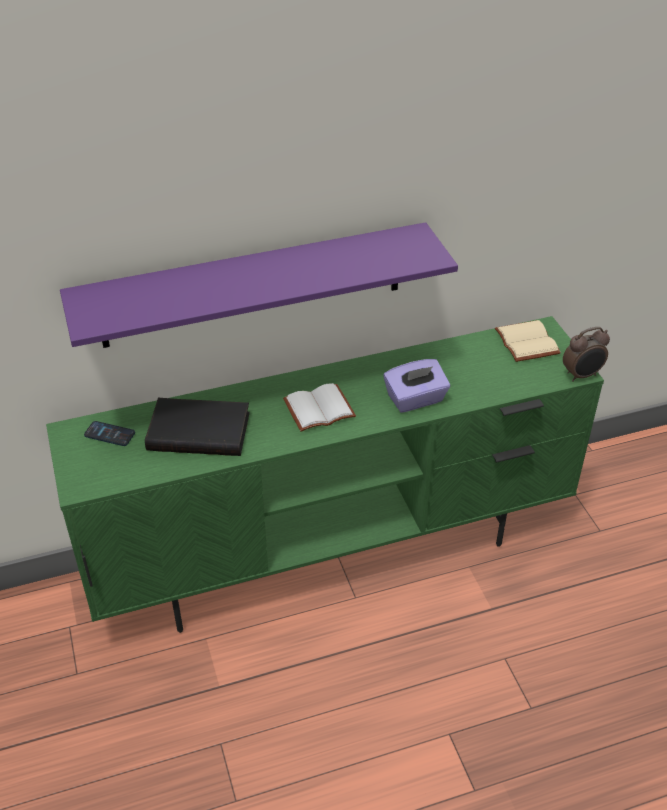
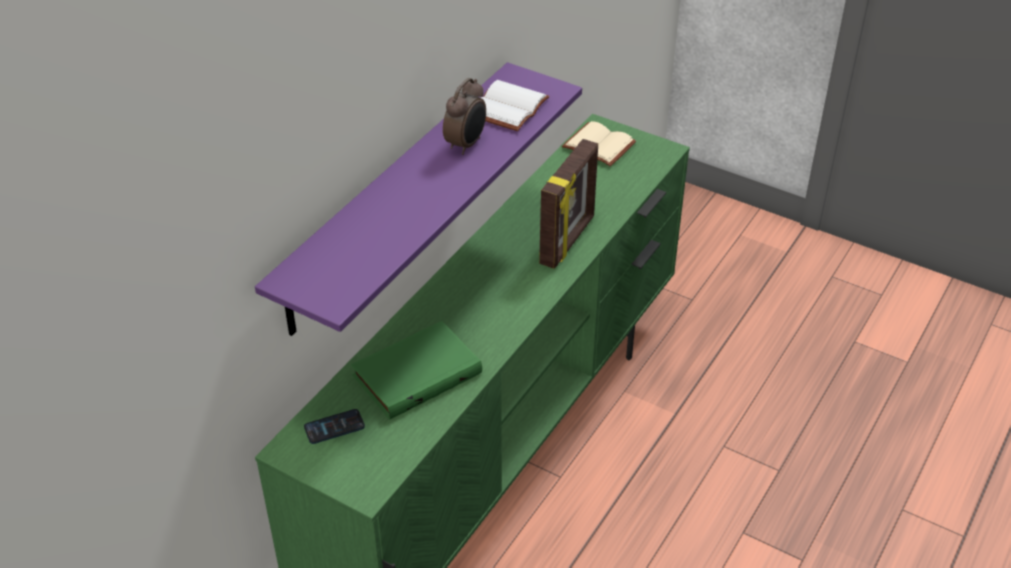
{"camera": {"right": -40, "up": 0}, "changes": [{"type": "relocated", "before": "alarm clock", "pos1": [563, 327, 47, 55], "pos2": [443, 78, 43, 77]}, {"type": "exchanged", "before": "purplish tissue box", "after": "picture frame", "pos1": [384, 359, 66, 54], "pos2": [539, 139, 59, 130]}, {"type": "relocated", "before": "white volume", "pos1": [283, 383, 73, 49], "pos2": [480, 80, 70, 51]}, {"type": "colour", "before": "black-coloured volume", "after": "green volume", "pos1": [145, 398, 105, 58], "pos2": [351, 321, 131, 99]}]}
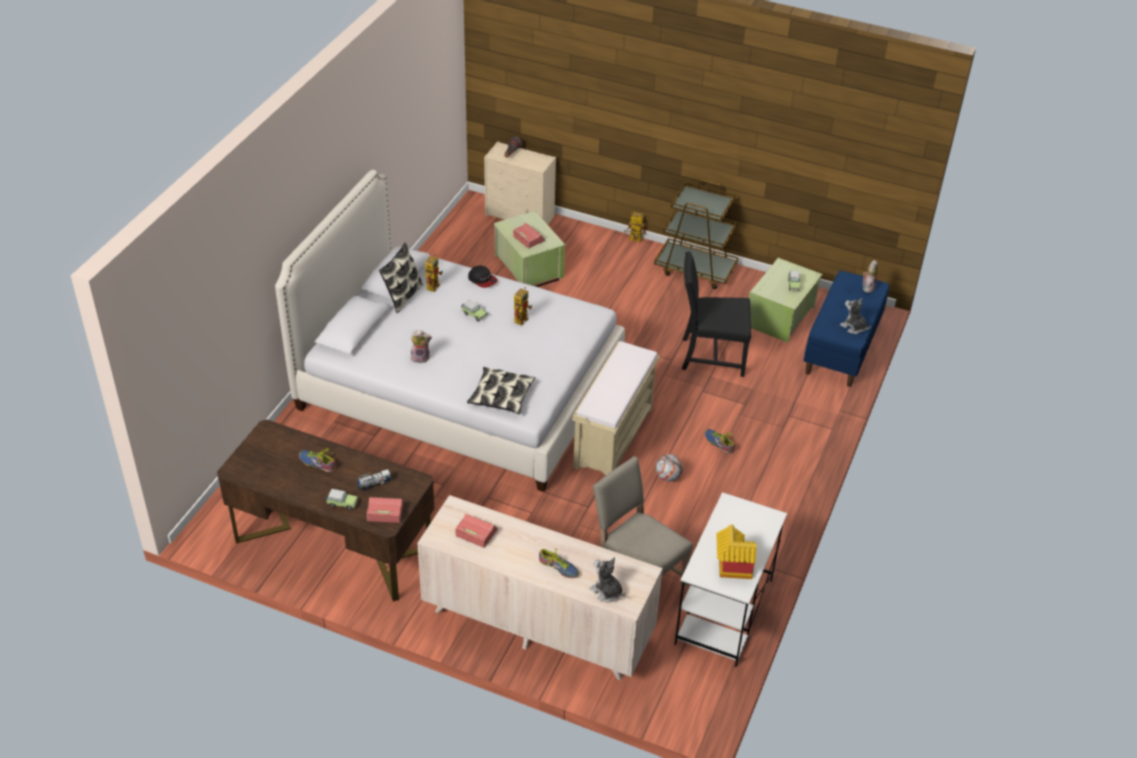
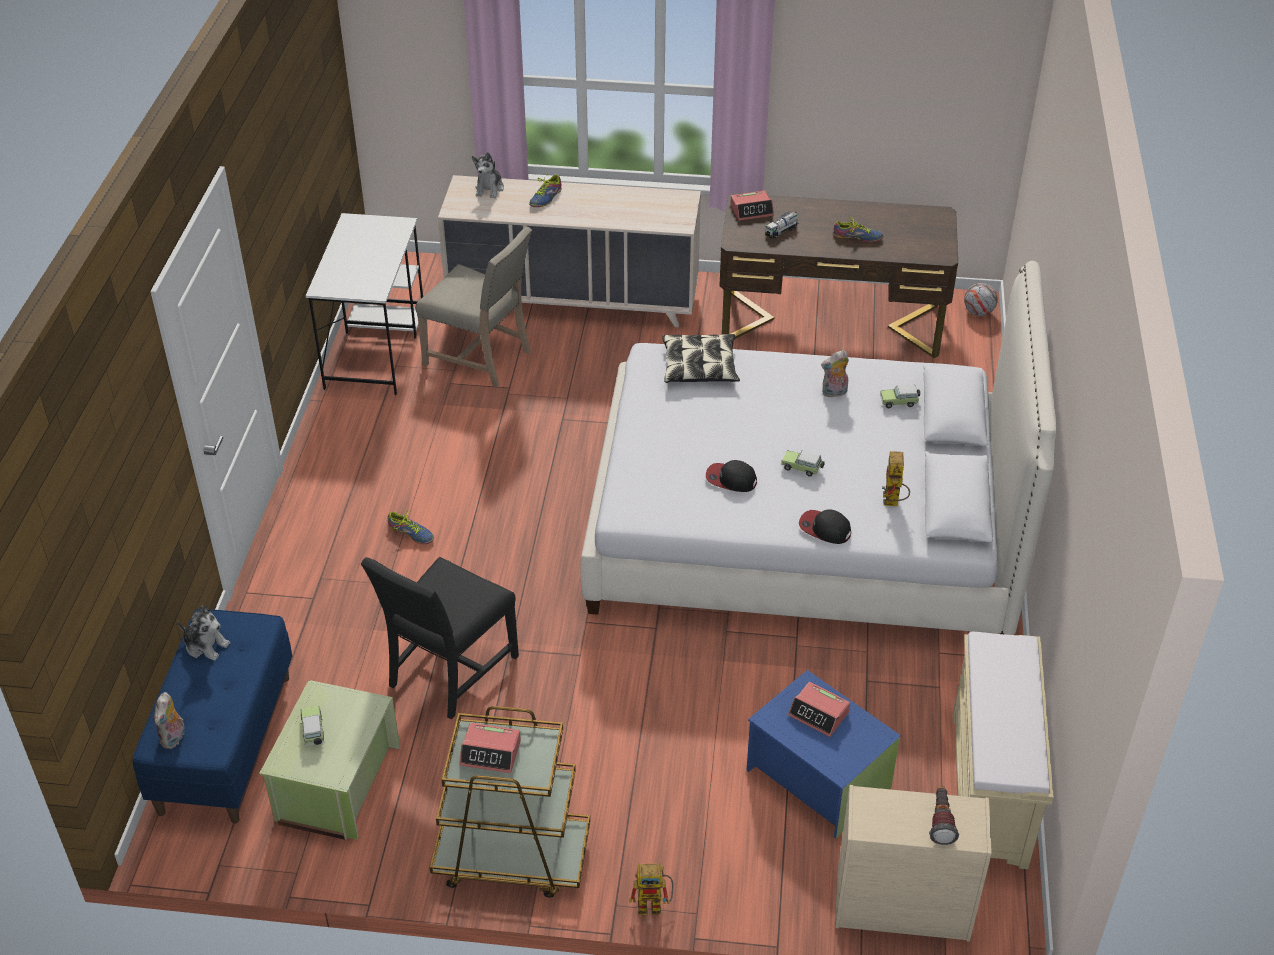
{"camera": {"right": 165, "up": 0}, "changes": [{"type": "colour", "before": "green storage bin", "after": "blue-coloured storage bin", "pos1": [494, 211, 72, 76], "pos2": [746, 670, 154, 168]}, {"type": "missing", "before": "cushion", "pos1": [379, 243, 44, 70]}, {"type": "spun", "before": "black-coloured upright chair", "pos1": [682, 251, 69, 126], "pos2": [361, 557, 158, 162], "turn": 135}, {"type": "exchanged", "before": "model robot", "after": "peaked cap", "pos1": [514, 287, 18, 39], "pos2": [706, 460, 51, 32]}, {"type": "relocated", "before": "beige bench", "pos1": [572, 341, 88, 134], "pos2": [953, 632, 100, 237]}, {"type": "relocated", "before": "ball for football", "pos1": [656, 454, 27, 28], "pos2": [964, 283, 34, 33]}, {"type": "relocated", "before": "model car", "pos1": [325, 489, 33, 21], "pos2": [880, 384, 40, 24]}, {"type": "relocated", "before": "alarm clock", "pos1": [455, 514, 43, 34], "pos2": [460, 723, 61, 50]}, {"type": "missing", "before": "miniature house", "pos1": [716, 525, 41, 54]}, {"type": "spun", "before": "shoe", "pos1": [539, 548, 40, 30], "pos2": [529, 173, 33, 34], "turn": -75}, {"type": "spun", "before": "plush toy", "pos1": [589, 557, 36, 46], "pos2": [472, 152, 32, 46], "turn": 75}]}
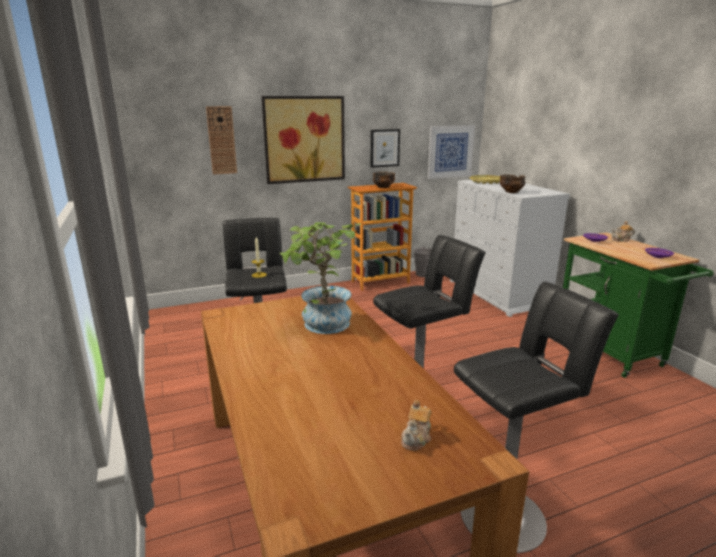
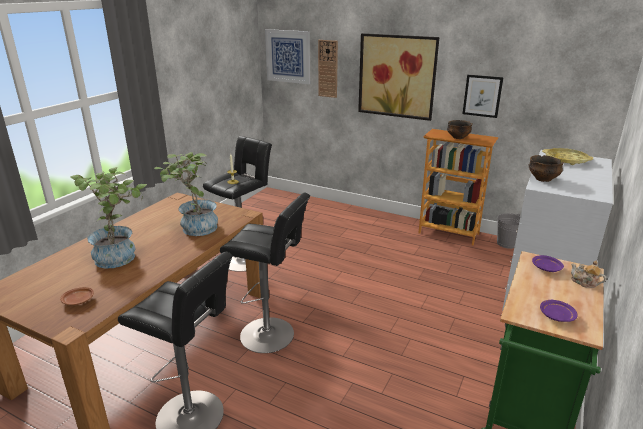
{"camera": {"right": 50, "up": 5}, "changes": [{"type": "relocated", "before": "picture", "pos1": [428, 125, 47, 54], "pos2": [265, 29, 45, 55]}, {"type": "exchanged", "before": "pot for tea", "after": "brown flat dish", "pos1": [401, 400, 31, 51], "pos2": [60, 287, 34, 18]}, {"type": "appeared", "after": "plant in a pot", "pos2": [70, 167, 77, 102]}]}
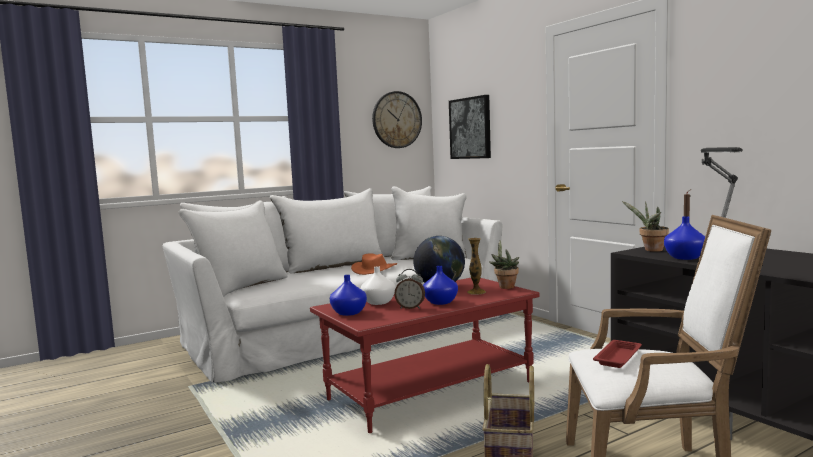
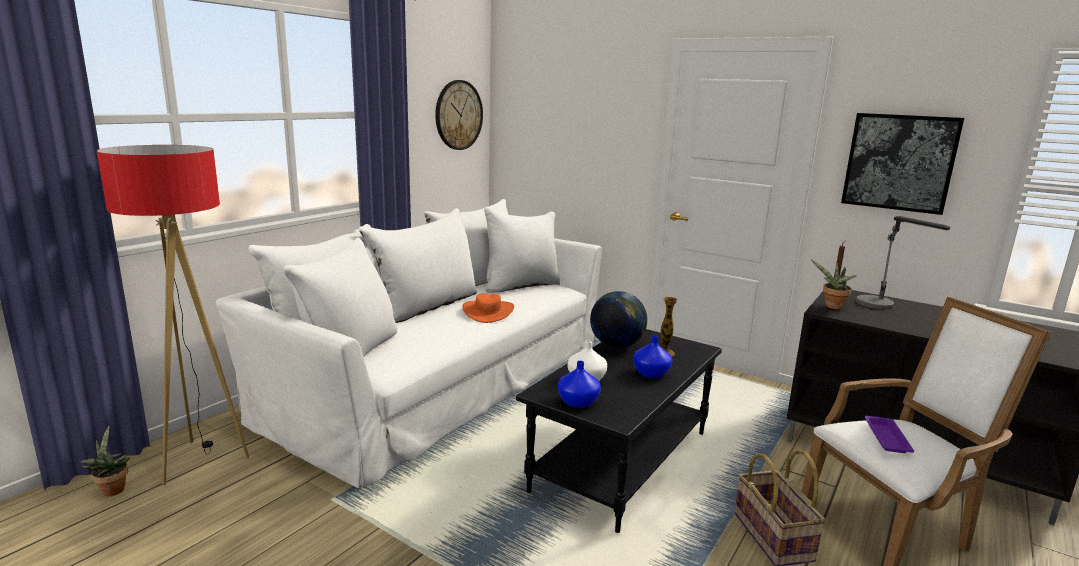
{"camera": {"right": -25, "up": 10}, "changes": [{"type": "relocated", "before": "picture", "pos1": [449, 95, 42, 64], "pos2": [841, 113, 123, 102]}, {"type": "missing", "before": "blue-coloured vase", "pos1": [664, 216, 41, 44]}, {"type": "relocated", "before": "plant in a pot", "pos1": [489, 240, 30, 49], "pos2": [80, 426, 50, 70]}, {"type": "missing", "before": "alarm clock", "pos1": [394, 269, 31, 40]}, {"type": "colour", "before": "red low table", "after": "black-coloured low table", "pos1": [310, 278, 230, 155], "pos2": [516, 329, 206, 204]}, {"type": "colour", "before": "red serving tray", "after": "purplish serving tray", "pos1": [593, 340, 49, 28], "pos2": [865, 416, 49, 37]}, {"type": "appeared", "after": "floor lamp", "pos2": [97, 145, 152, 340]}]}
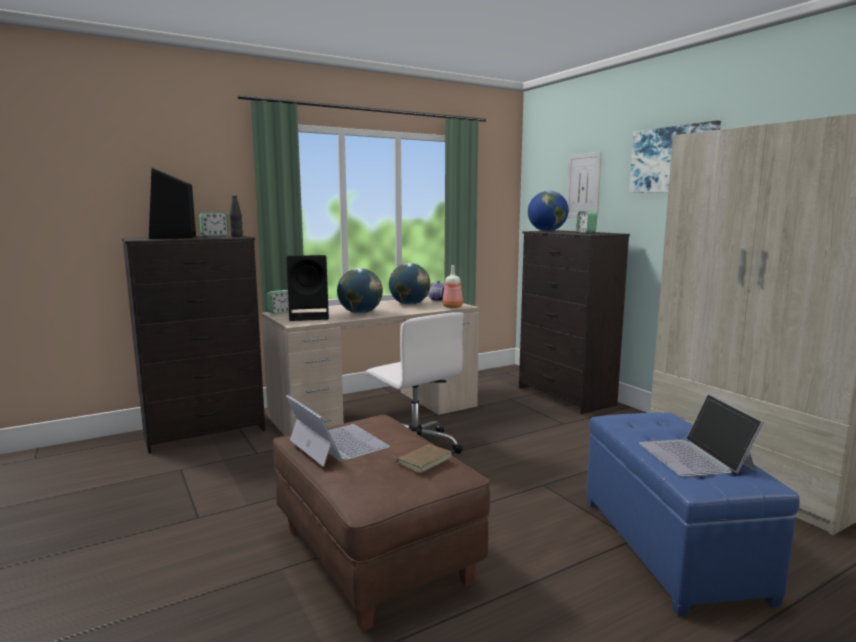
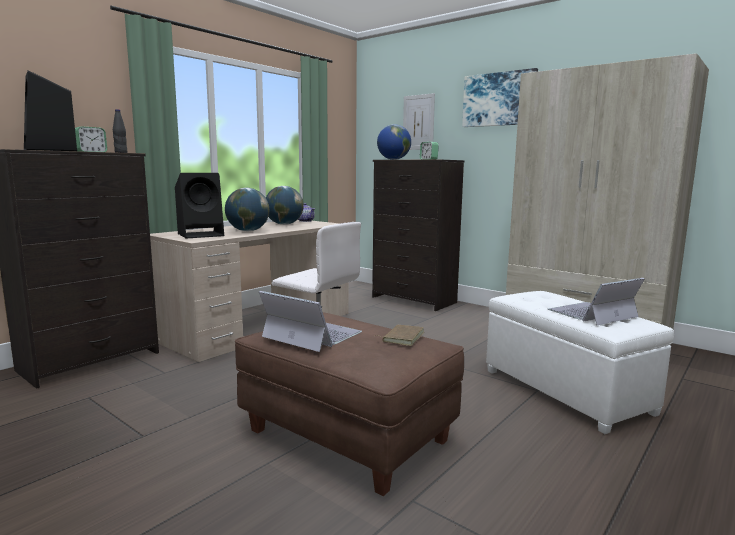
{"camera": {"right": -20, "up": 0}, "changes": [{"type": "missing", "before": "drink bottle", "pos1": [443, 265, 20, 43]}, {"type": "missing", "before": "alarm clock", "pos1": [267, 290, 26, 24]}, {"type": "spun", "before": "notebook computer", "pos1": [639, 394, 125, 83], "pos2": [548, 278, 97, 47], "turn": 90}, {"type": "colour", "before": "blue-coloured pouffe", "after": "white pouffe", "pos1": [586, 413, 214, 204], "pos2": [486, 291, 188, 143]}]}
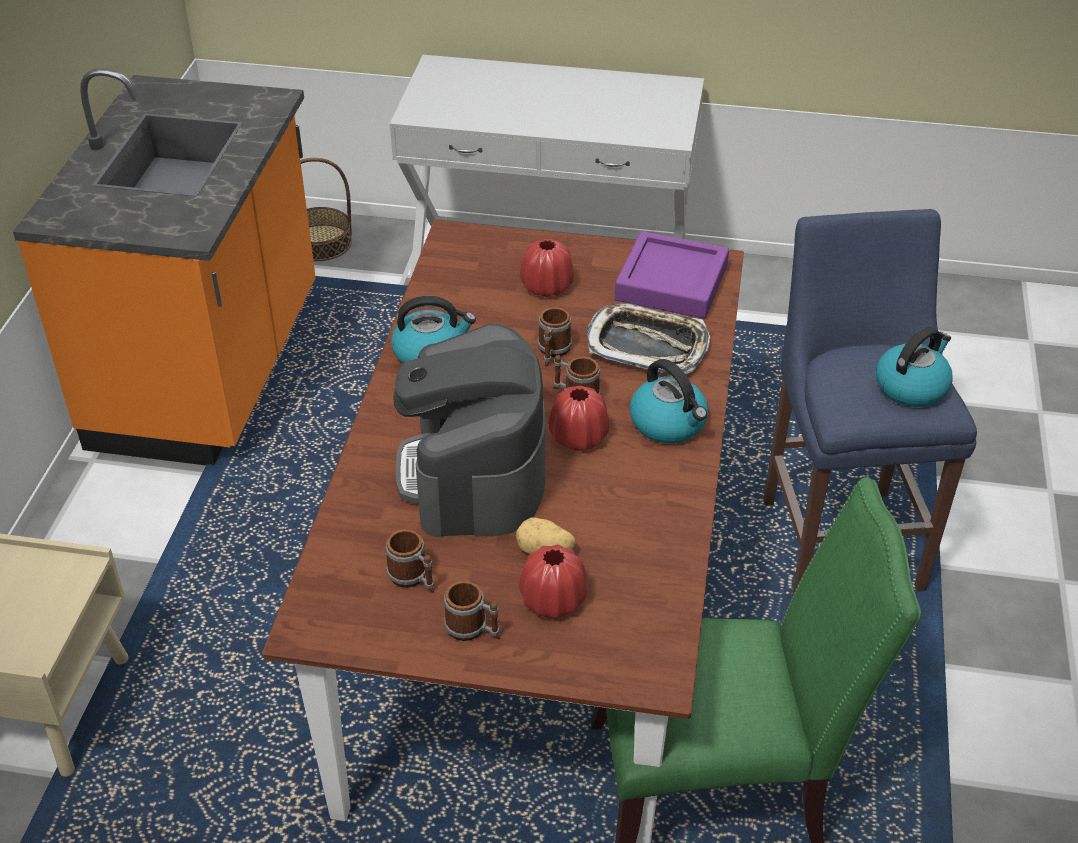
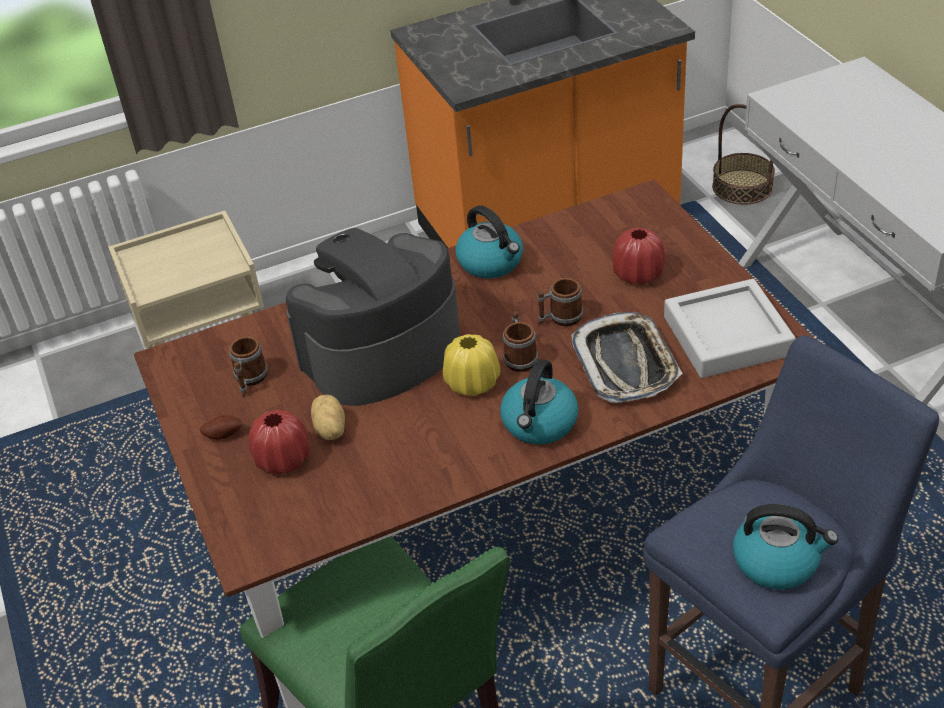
{"camera": {"right": 60, "up": 0}, "changes": [{"type": "colour", "before": "purplish serving tray", "after": "grey serving tray", "pos1": [615, 231, 114, 88], "pos2": [664, 279, 132, 99]}, {"type": "colour", "before": "red vase", "after": "yellowish vase", "pos1": [549, 386, 60, 65], "pos2": [443, 334, 57, 62]}, {"type": "exchanged", "before": "mug", "after": "spud", "pos1": [444, 581, 56, 60], "pos2": [200, 415, 42, 25]}]}
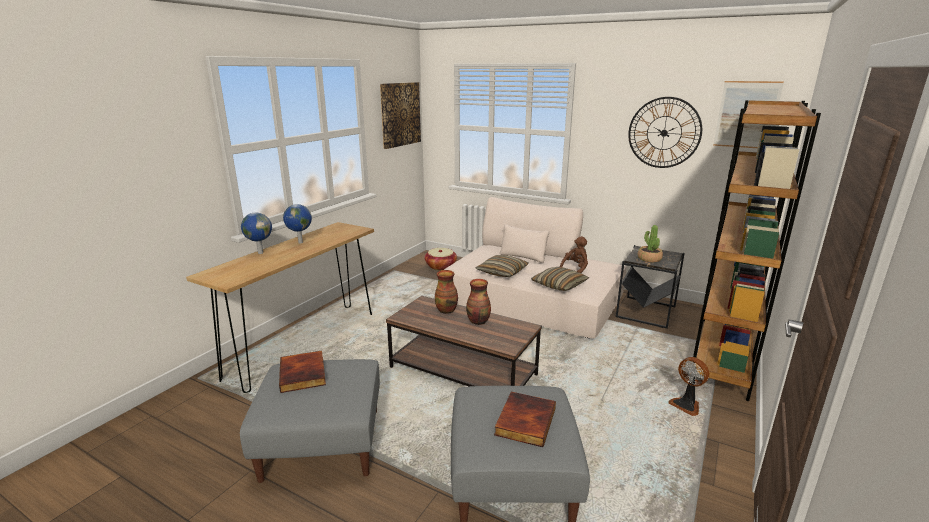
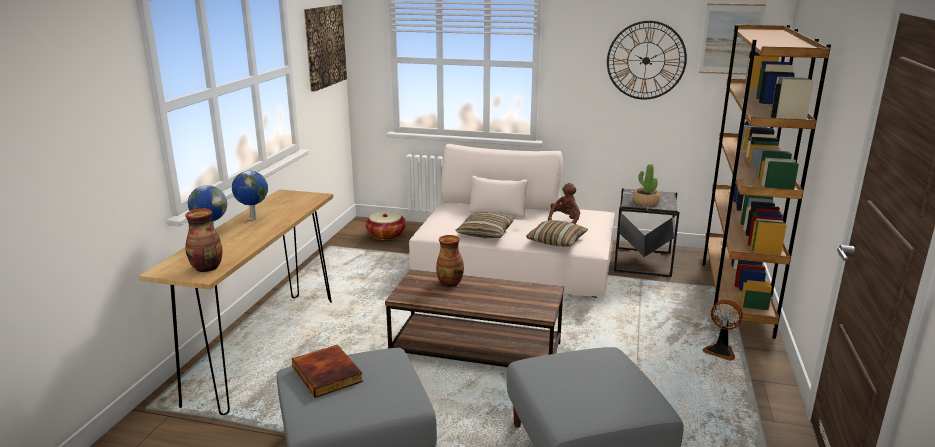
{"camera": {"right": -15, "up": 0}, "changes": [{"type": "relocated", "before": "vase", "pos1": [466, 279, 25, 46], "pos2": [185, 208, 37, 64]}, {"type": "missing", "before": "volume", "pos1": [494, 392, 62, 55]}]}
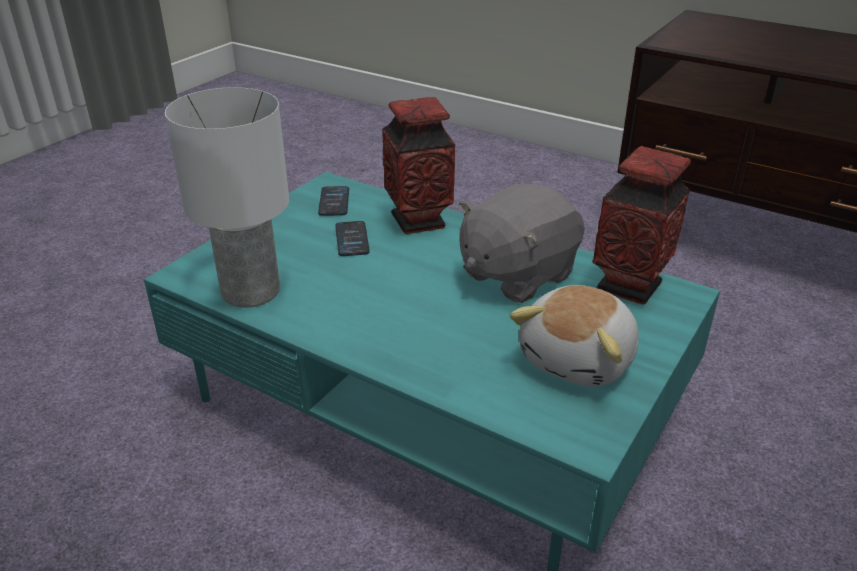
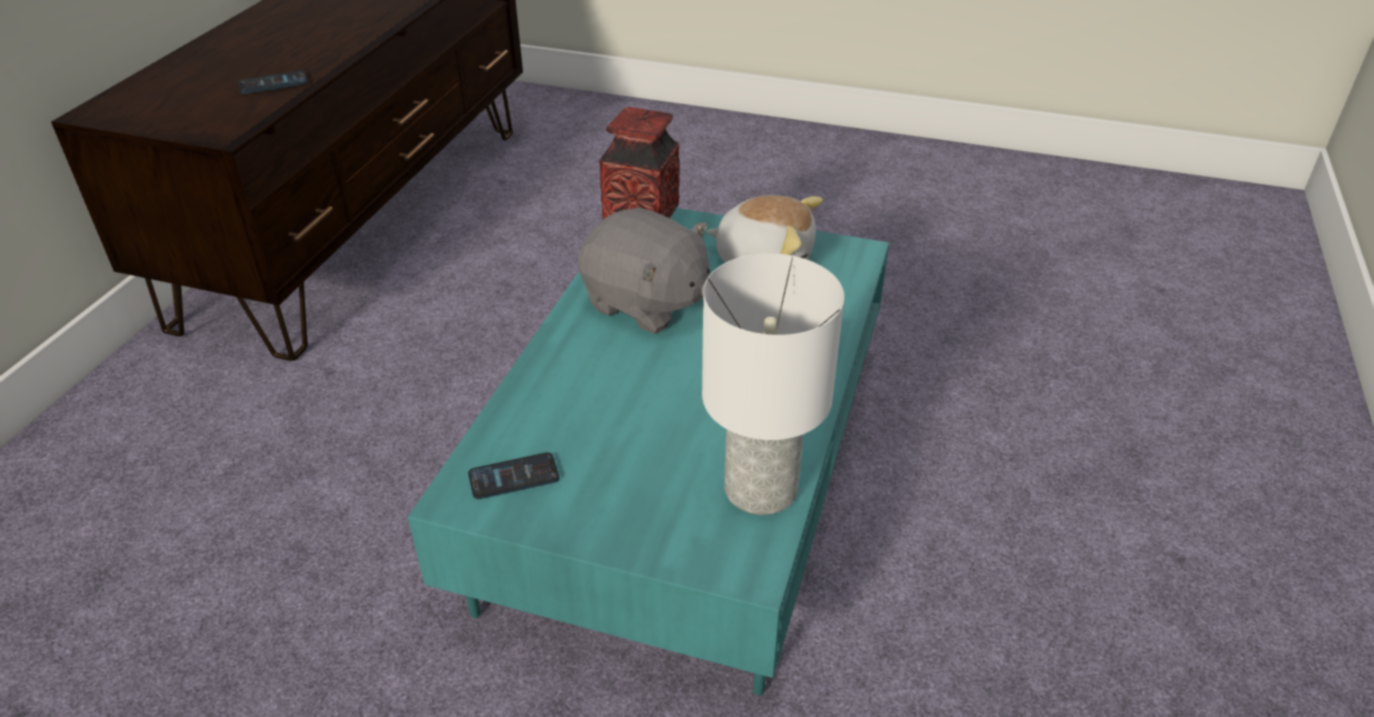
{"camera": {"right": -105, "up": 5}, "changes": [{"type": "missing", "before": "vase", "pos1": [382, 97, 73, 137]}, {"type": "relocated", "before": "telephone", "pos1": [335, 221, 35, 35], "pos2": [238, 70, 70, 24]}]}
